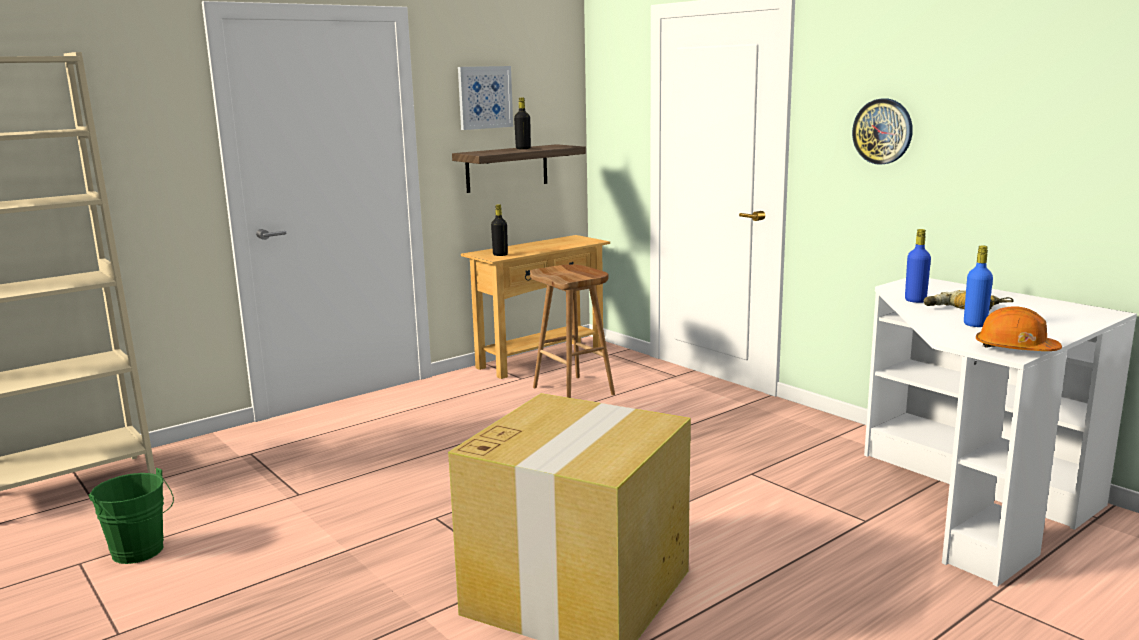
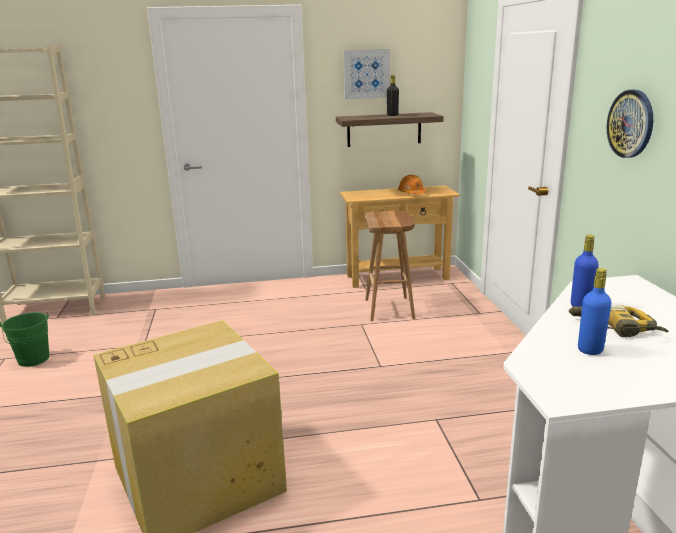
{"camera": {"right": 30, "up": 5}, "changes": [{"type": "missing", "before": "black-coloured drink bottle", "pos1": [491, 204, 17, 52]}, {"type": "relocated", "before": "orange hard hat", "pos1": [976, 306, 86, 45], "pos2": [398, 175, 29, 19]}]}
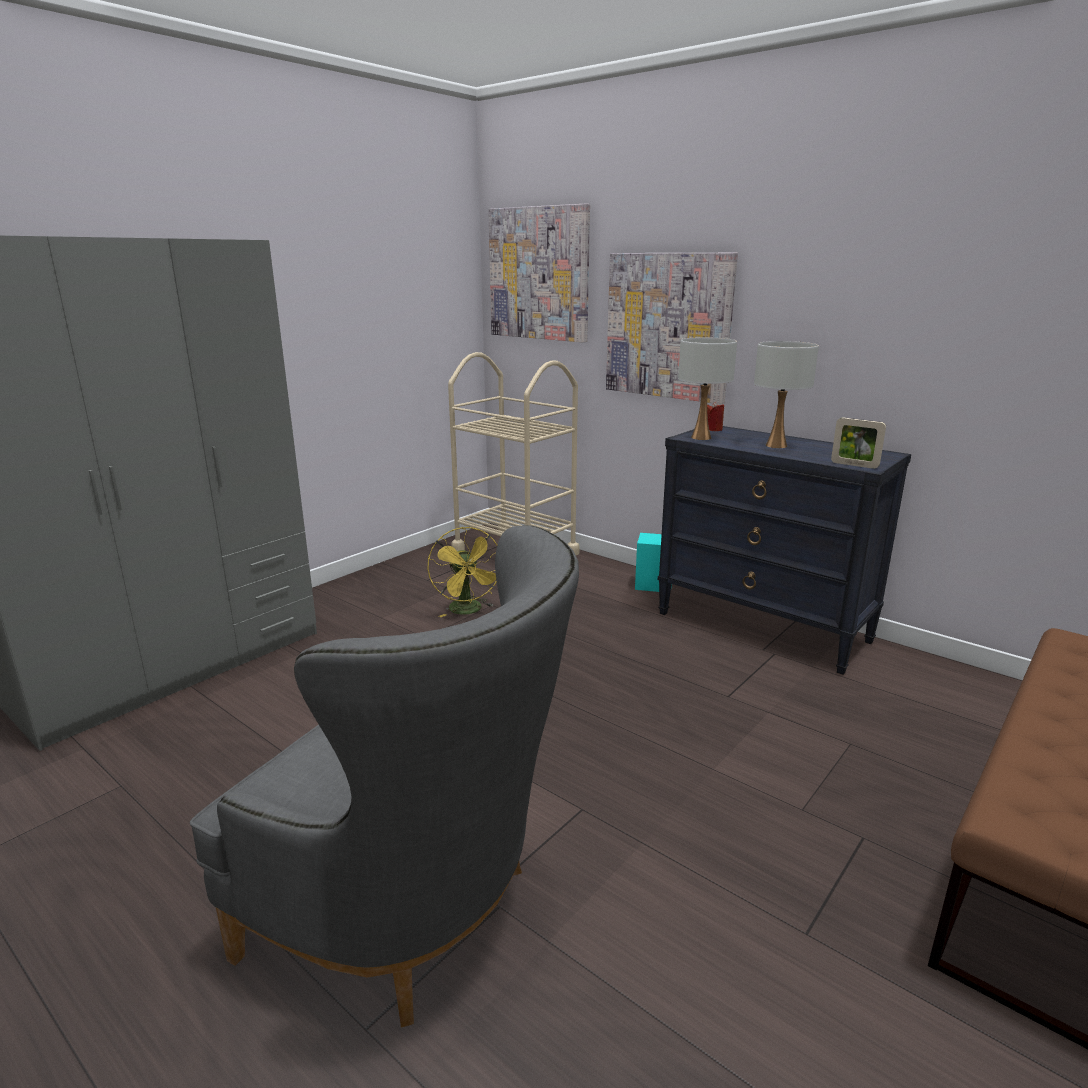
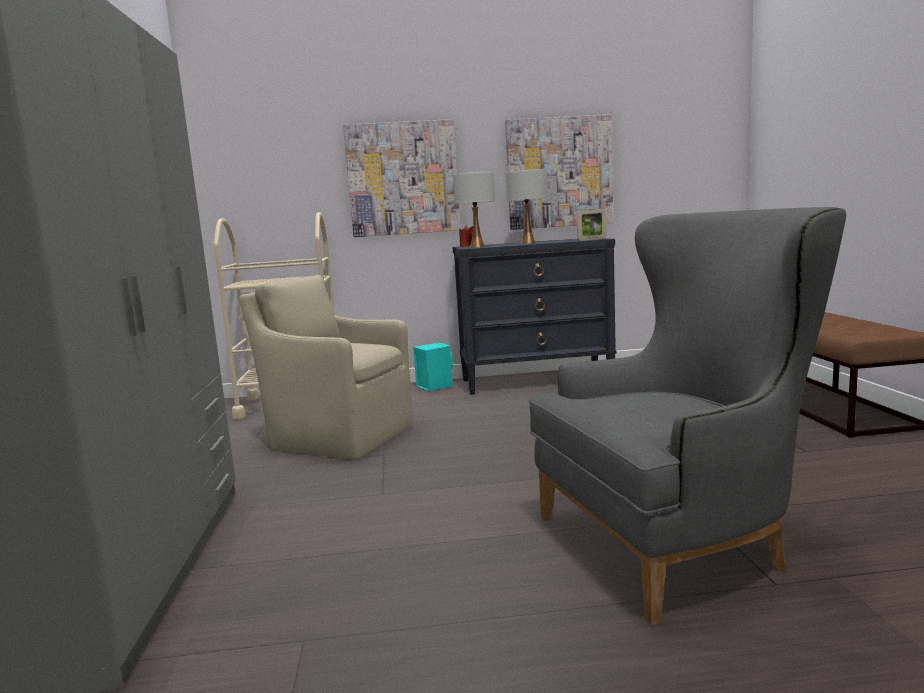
{"camera": {"right": -45, "up": -10}, "changes": [{"type": "relocated", "before": "picture", "pos1": [488, 204, 102, 138], "pos2": [505, 114, 108, 116]}, {"type": "exchanged", "before": "yellowish cooling fan", "after": "beige armchair", "pos1": [427, 527, 70, 90], "pos2": [239, 275, 174, 185]}]}
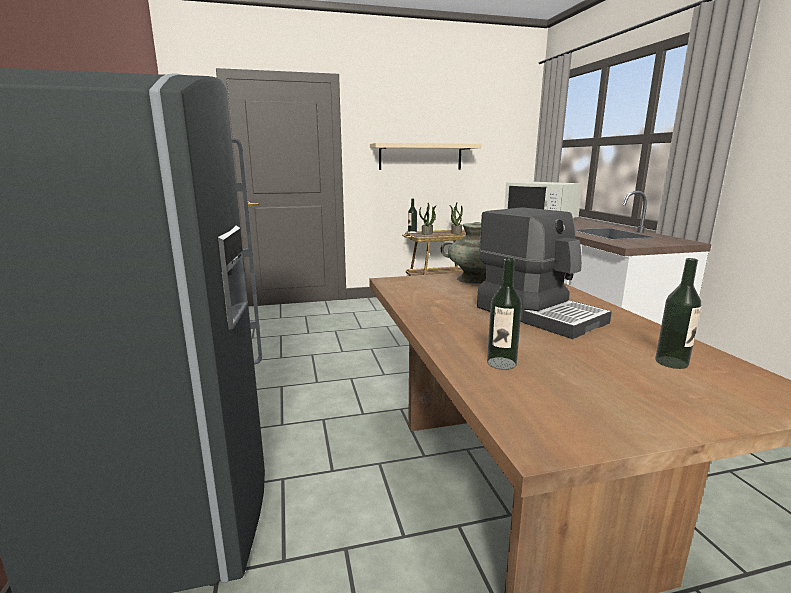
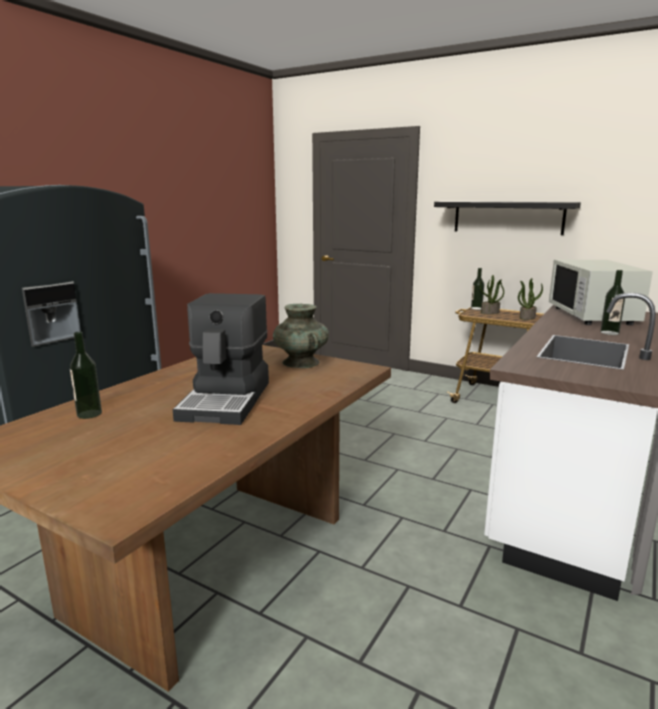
{"camera": {"right": 45, "up": 0}, "changes": [{"type": "colour", "before": "beige wall shelf", "after": "black-coloured wall shelf", "pos1": [370, 143, 112, 27], "pos2": [434, 201, 147, 34]}, {"type": "relocated", "before": "drink bottle", "pos1": [655, 258, 46, 111], "pos2": [600, 270, 25, 65]}]}
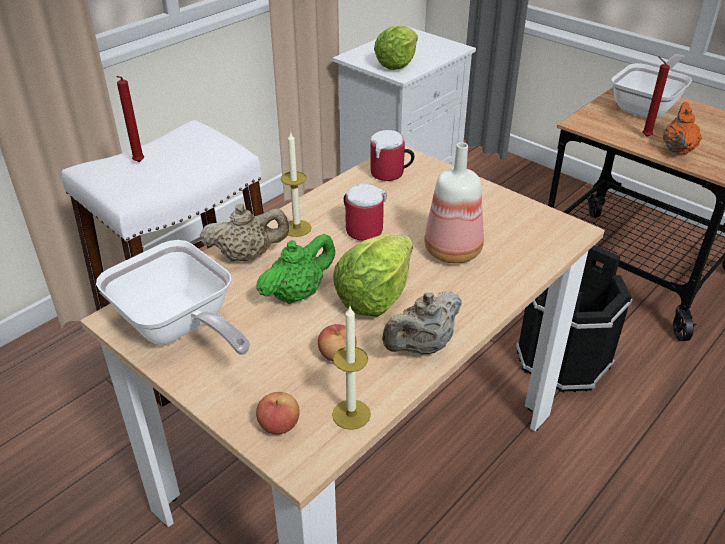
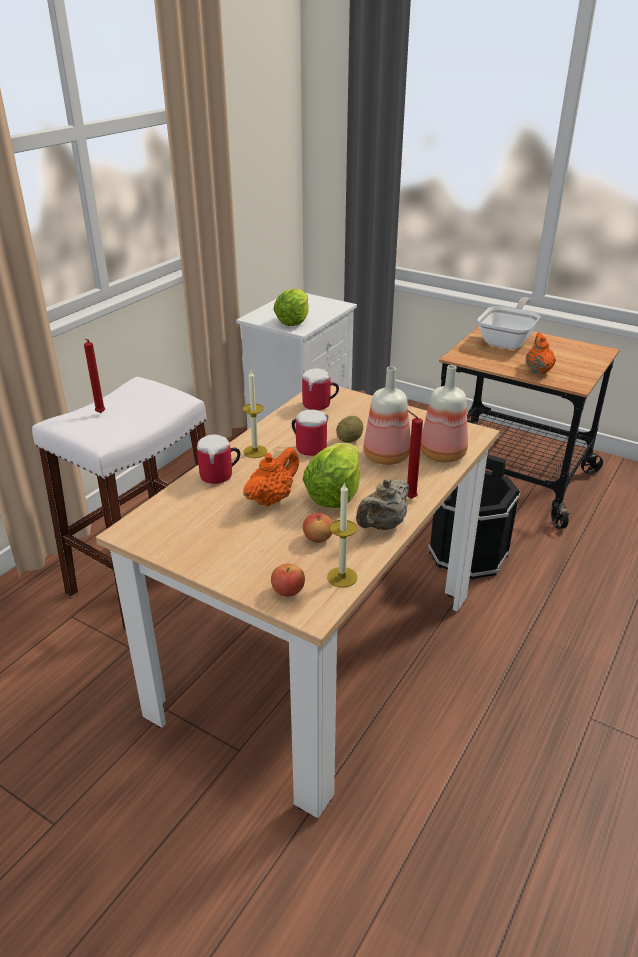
{"camera": {"right": -10, "up": -5}, "changes": [{"type": "relocated", "before": "red wax candle", "pos1": [642, 56, 28, 81], "pos2": [407, 410, 16, 89]}, {"type": "exchanged", "before": "beige pot for tea", "after": "mug", "pos1": [200, 204, 89, 58], "pos2": [197, 434, 43, 50]}, {"type": "colour", "before": "green pot for tea", "after": "orange pot for tea", "pos1": [257, 234, 78, 70], "pos2": [243, 447, 56, 60]}, {"type": "missing", "before": "pan", "pos1": [96, 240, 154, 115]}, {"type": "appeared", "after": "drink bottle", "pos2": [421, 365, 47, 97]}, {"type": "appeared", "after": "spud", "pos2": [336, 416, 27, 27]}]}
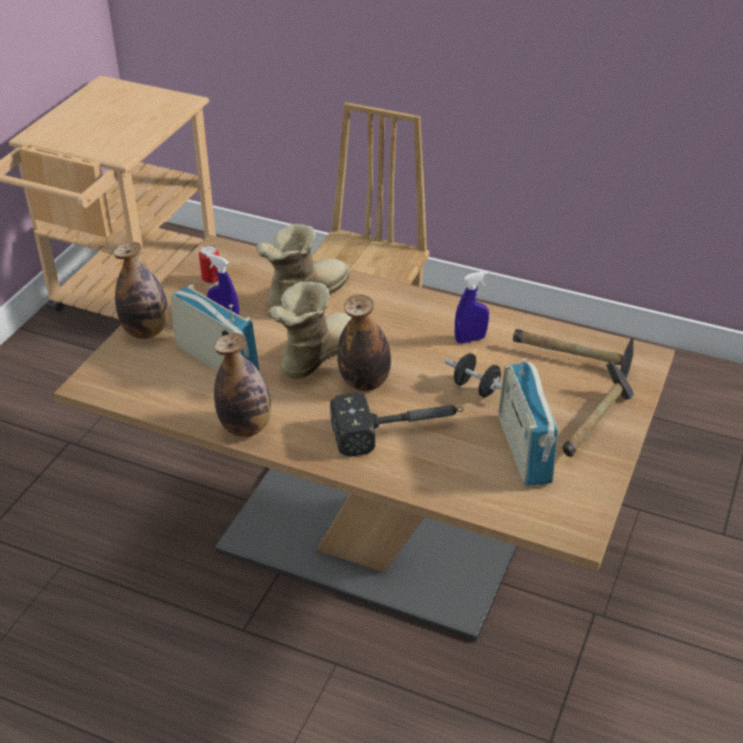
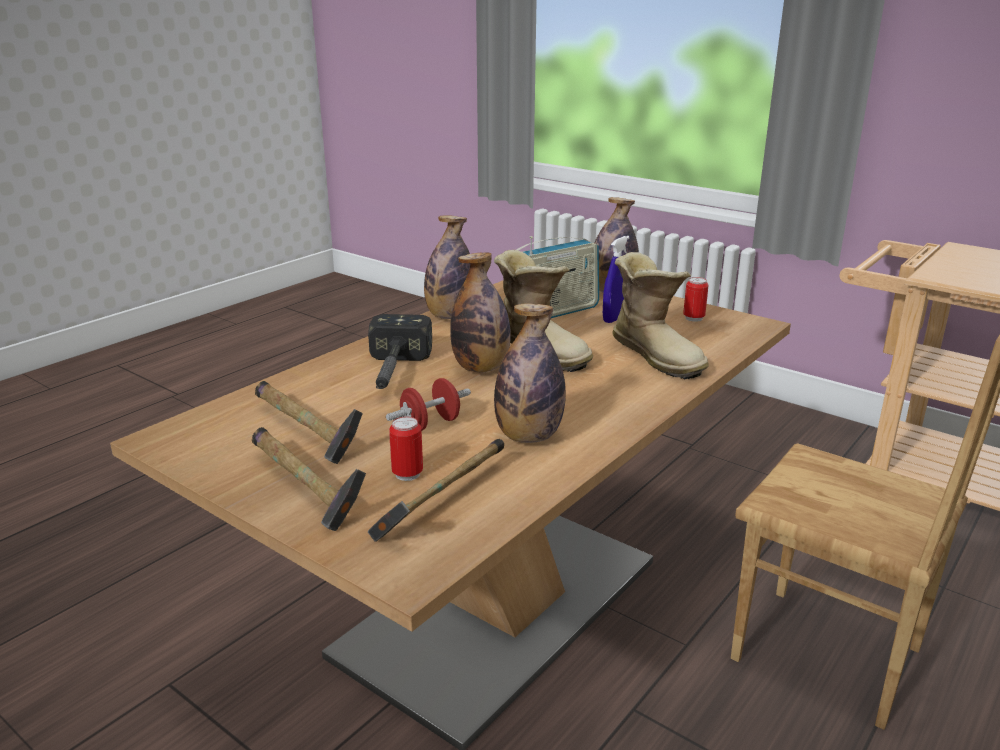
{"camera": {"right": 105, "up": -15}, "changes": [{"type": "exchanged", "before": "blue-coloured sprayer", "after": "drink bottle", "pos1": [455, 271, 34, 73], "pos2": [494, 303, 72, 140]}, {"type": "colour", "before": "black-coloured free weight", "after": "red free weight", "pos1": [445, 353, 57, 45], "pos2": [386, 378, 85, 53]}, {"type": "exchanged", "before": "radio", "after": "hand hammer", "pos1": [498, 358, 60, 128], "pos2": [255, 381, 108, 83]}, {"type": "appeared", "after": "metal can", "pos2": [389, 416, 34, 65]}]}
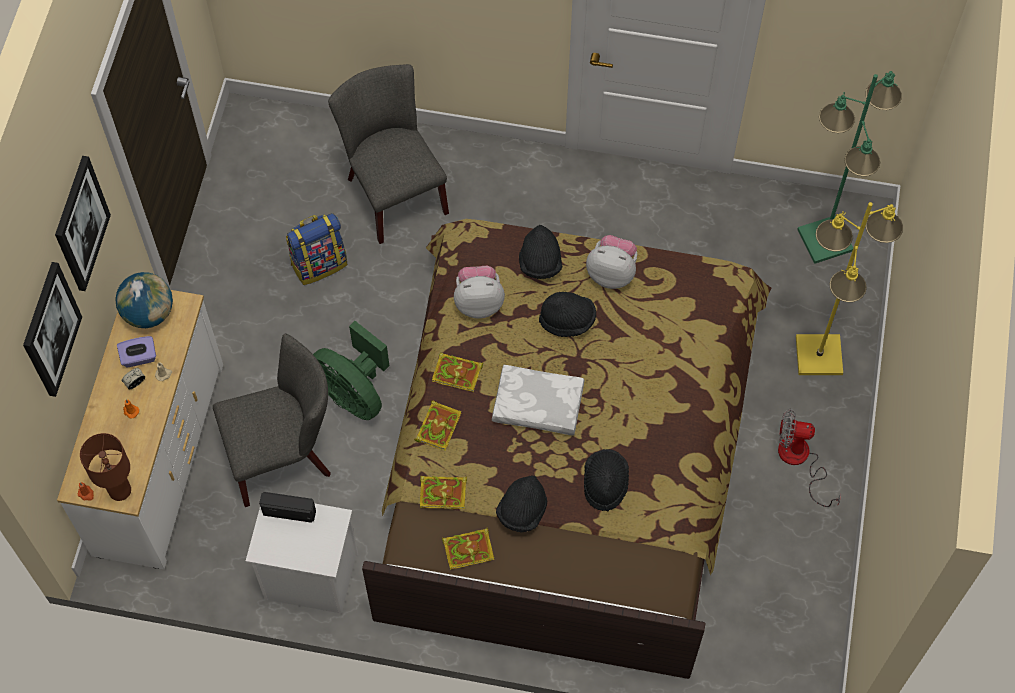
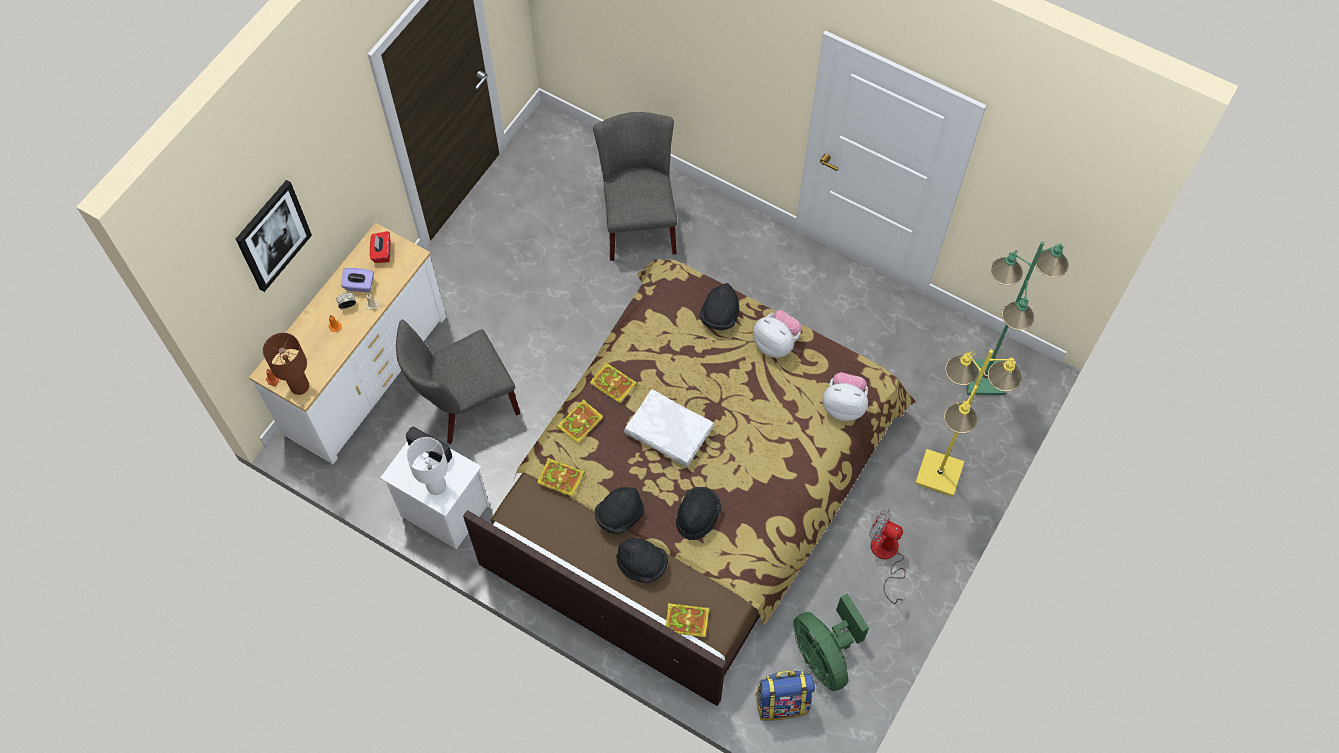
{"camera": {"right": 20, "up": 0}, "changes": [{"type": "missing", "before": "picture", "pos1": [55, 156, 56, 135]}, {"type": "relocated", "before": "rucksack", "pos1": [286, 213, 61, 72], "pos2": [755, 670, 60, 51]}, {"type": "relocated", "before": "plush toy", "pos1": [454, 265, 51, 54], "pos2": [822, 372, 46, 49]}, {"type": "exchanged", "before": "world globe", "after": "red tissue box", "pos1": [115, 272, 58, 56], "pos2": [370, 231, 20, 32]}, {"type": "relocated", "before": "black-coloured clothing hat", "pos1": [539, 292, 57, 45], "pos2": [616, 538, 52, 45]}, {"type": "relocated", "before": "green cooling fan", "pos1": [313, 321, 76, 99], "pos2": [793, 593, 76, 98]}, {"type": "spun", "before": "grey upright chair", "pos1": [213, 333, 118, 174], "pos2": [396, 320, 124, 124], "turn": 150}, {"type": "relocated", "before": "volume", "pos1": [442, 528, 52, 42], "pos2": [666, 602, 44, 35]}, {"type": "appeared", "after": "white tabletop lamp", "pos2": [406, 437, 42, 58]}]}
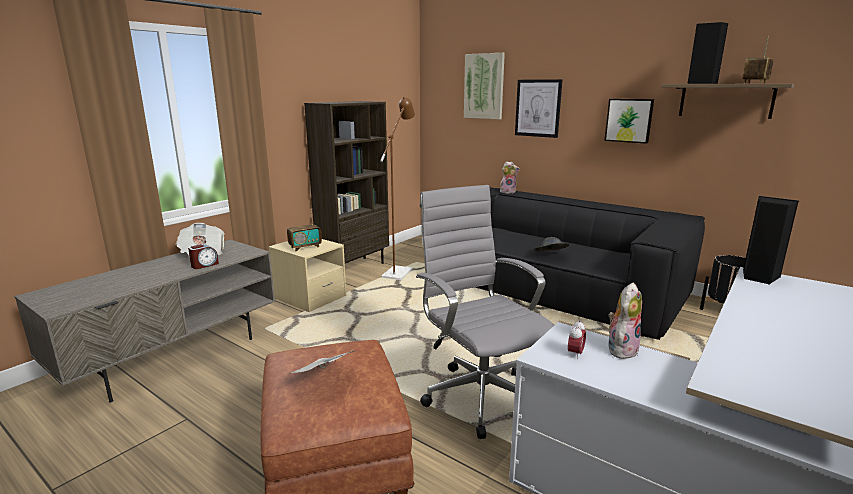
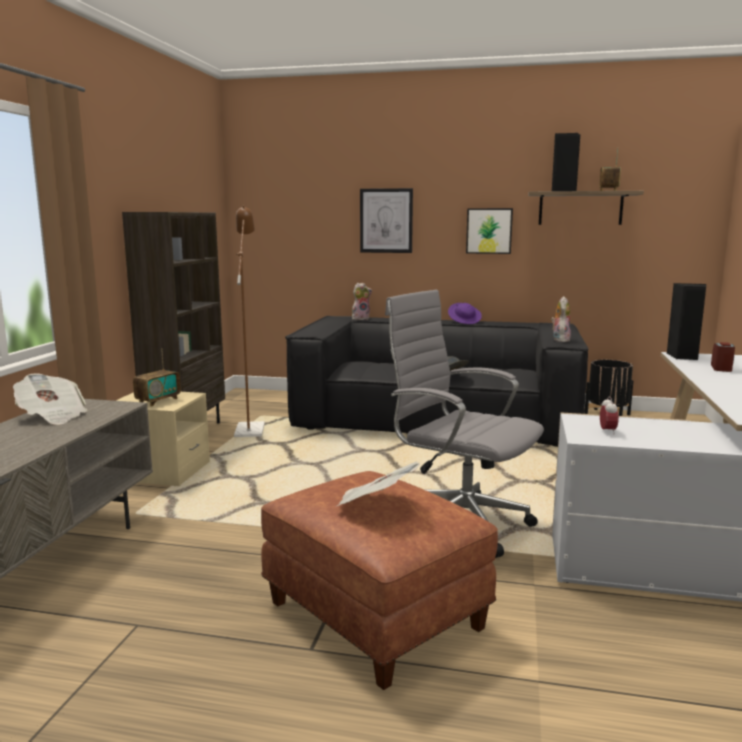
{"camera": {"right": -25, "up": -5}, "changes": [{"type": "missing", "before": "picture", "pos1": [464, 53, 41, 66]}, {"type": "relocated", "before": "alarm clock", "pos1": [188, 244, 31, 25], "pos2": [711, 342, 24, 30]}, {"type": "relocated", "before": "plush toy", "pos1": [608, 283, 34, 76], "pos2": [551, 296, 20, 46]}, {"type": "appeared", "after": "purplish clothing hat", "pos2": [448, 303, 34, 21]}]}
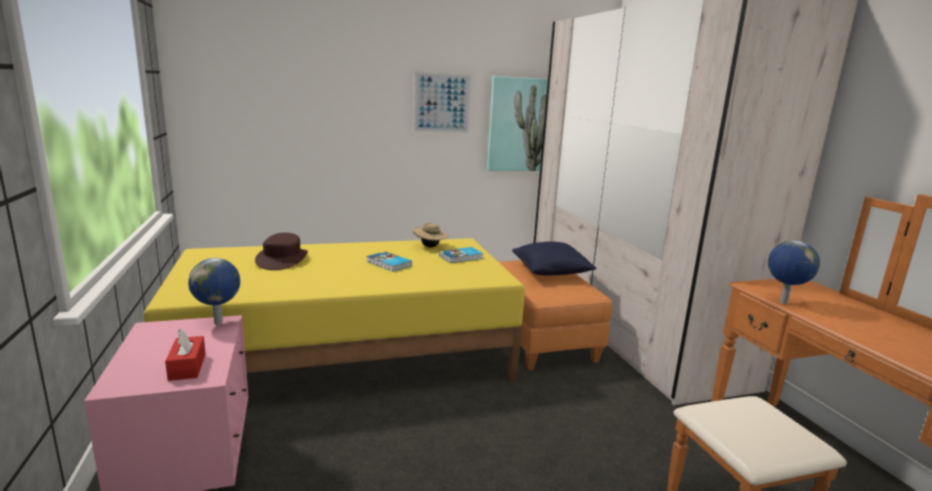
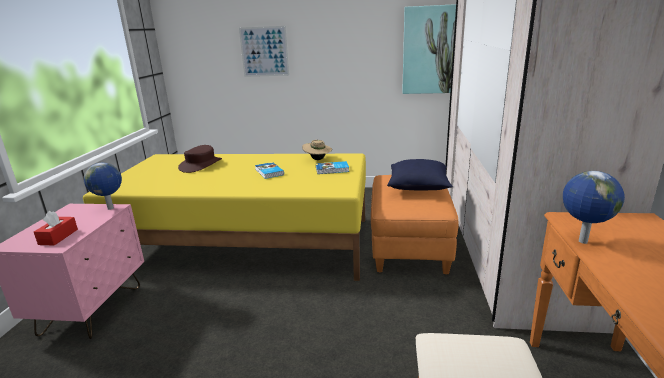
{"camera": {"right": 25, "up": 5}, "changes": [{"type": "relocated", "before": "picture", "pos1": [414, 72, 57, 61], "pos2": [239, 26, 50, 51]}]}
